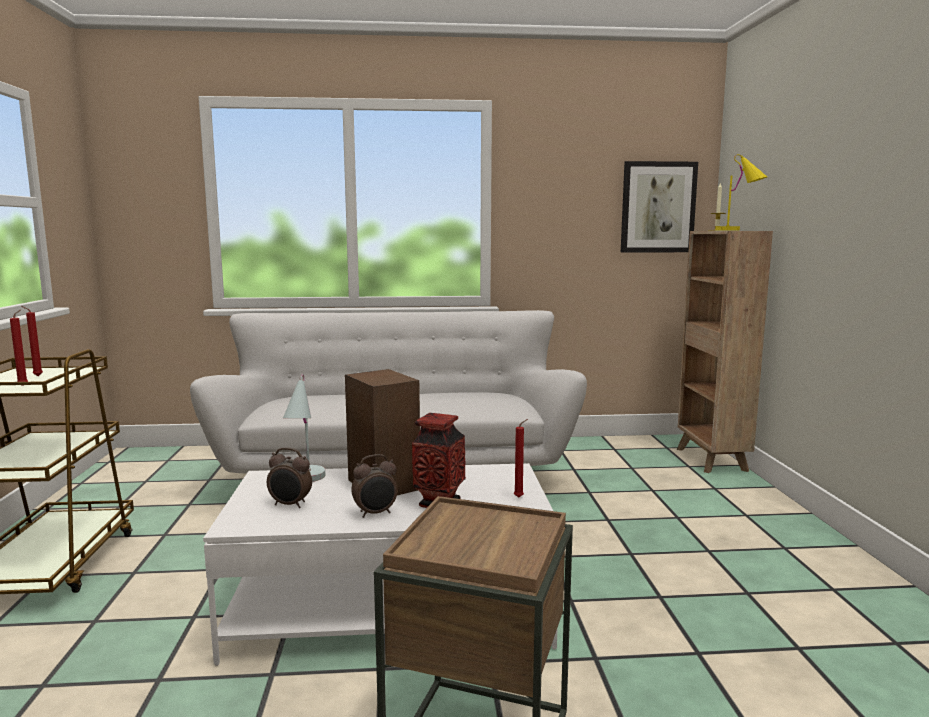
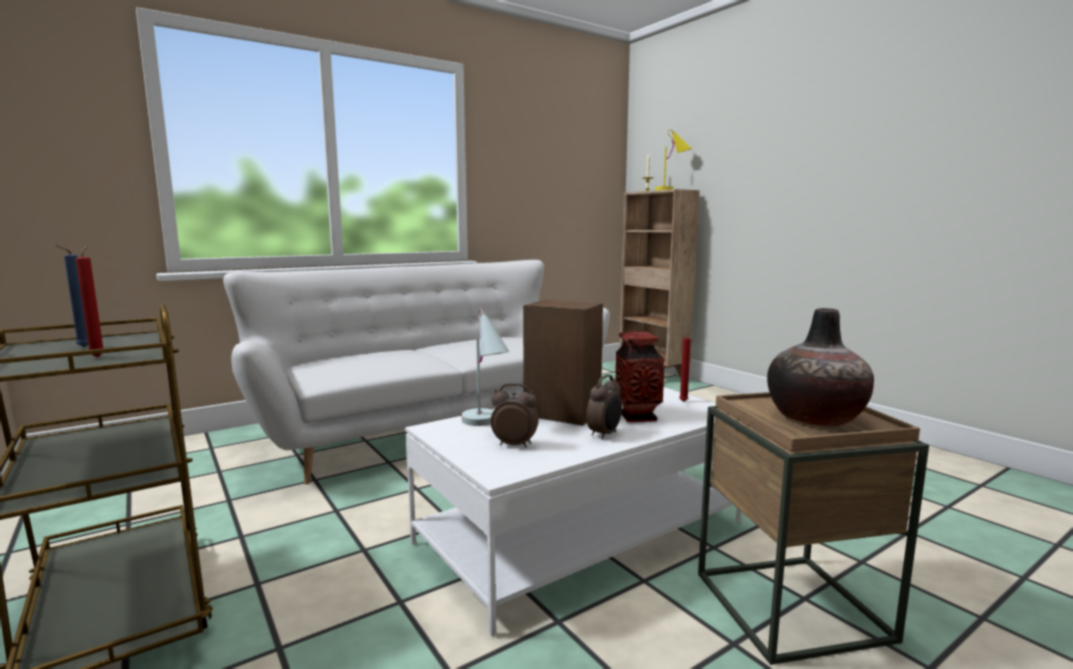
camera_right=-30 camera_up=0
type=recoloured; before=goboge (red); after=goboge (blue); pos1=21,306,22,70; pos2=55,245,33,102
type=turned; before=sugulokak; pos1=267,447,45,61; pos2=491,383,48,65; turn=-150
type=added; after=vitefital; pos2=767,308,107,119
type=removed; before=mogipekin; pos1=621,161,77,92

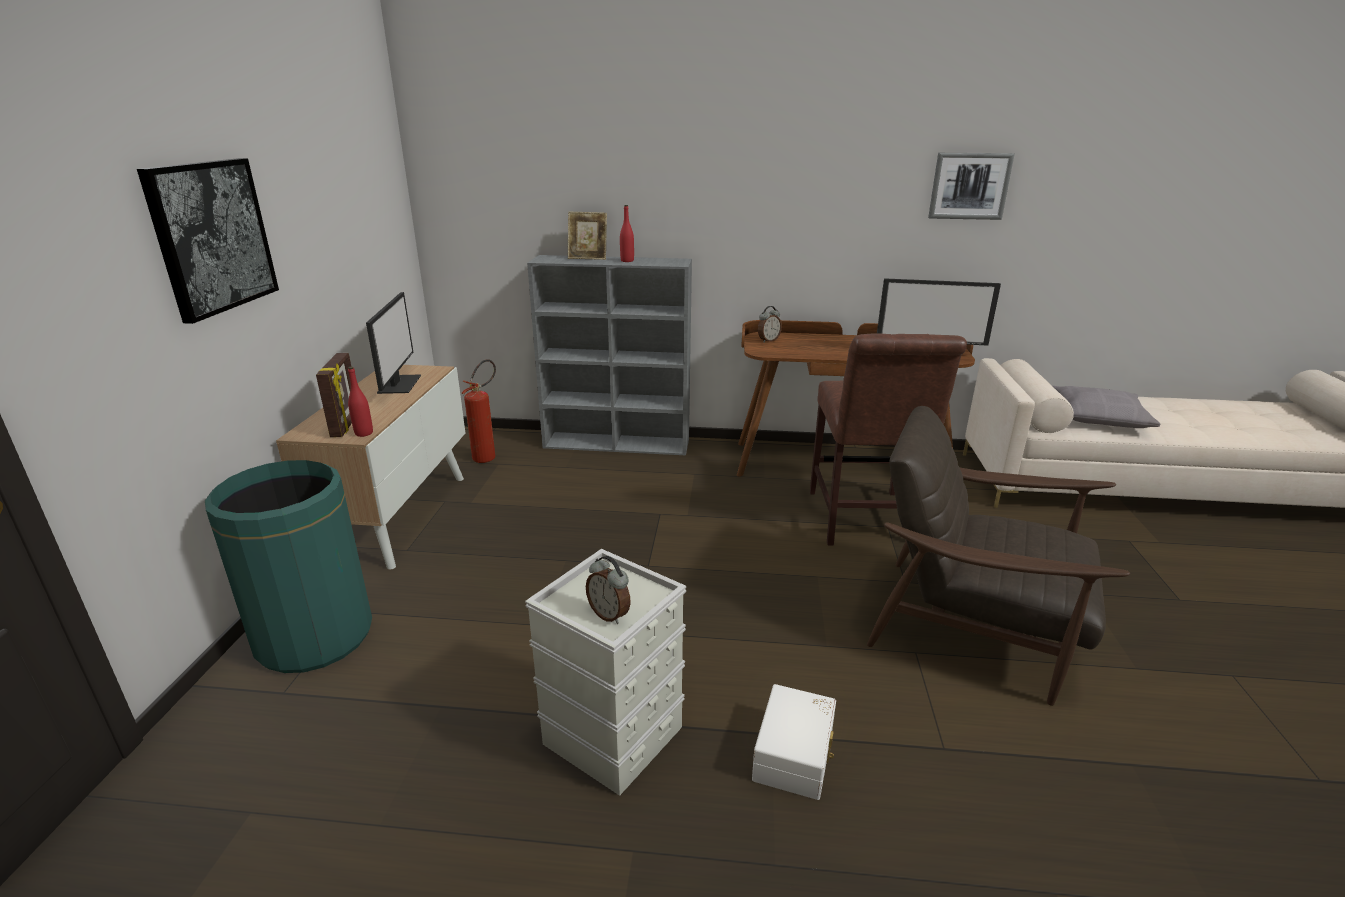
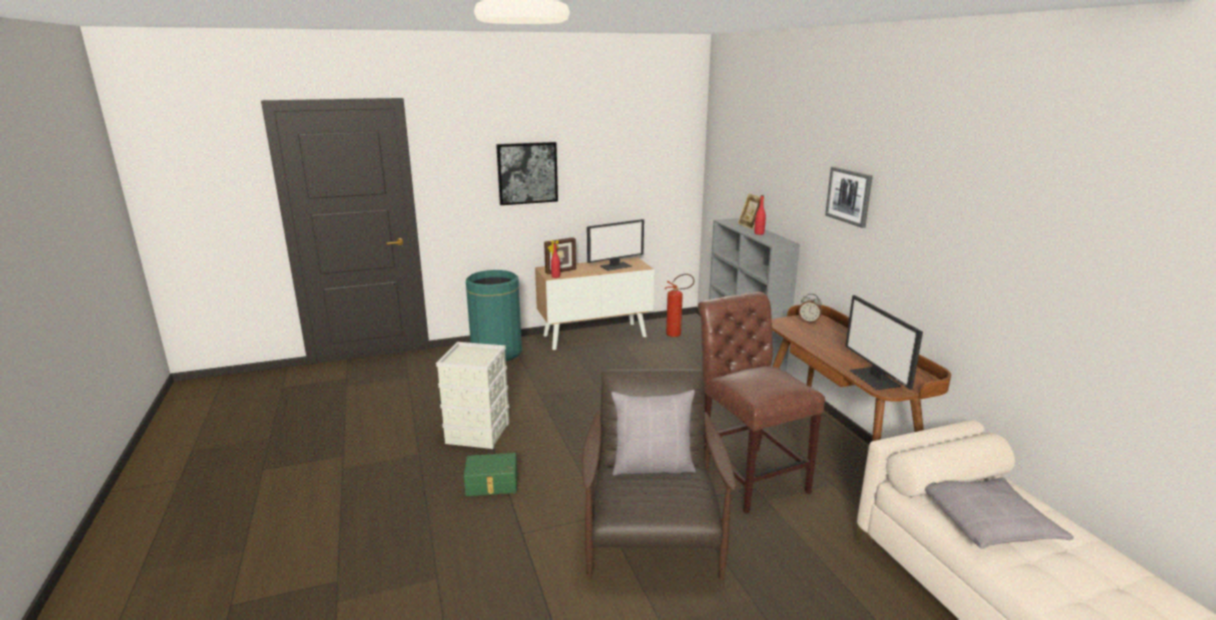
camera_right=65 camera_up=-5
type=recoloured; before=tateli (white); after=tateli (green); pos1=752,684,84,116; pos2=464,453,53,43
type=added; after=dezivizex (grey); pos2=611,390,85,86
type=turned; before=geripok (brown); pos1=810,333,157,212; pos2=698,292,127,222; turn=90
type=moved; before=mogipekin; pos1=928,153,87,67; pos2=825,167,48,61
type=removed; before=sugulokak; pos1=586,556,45,68

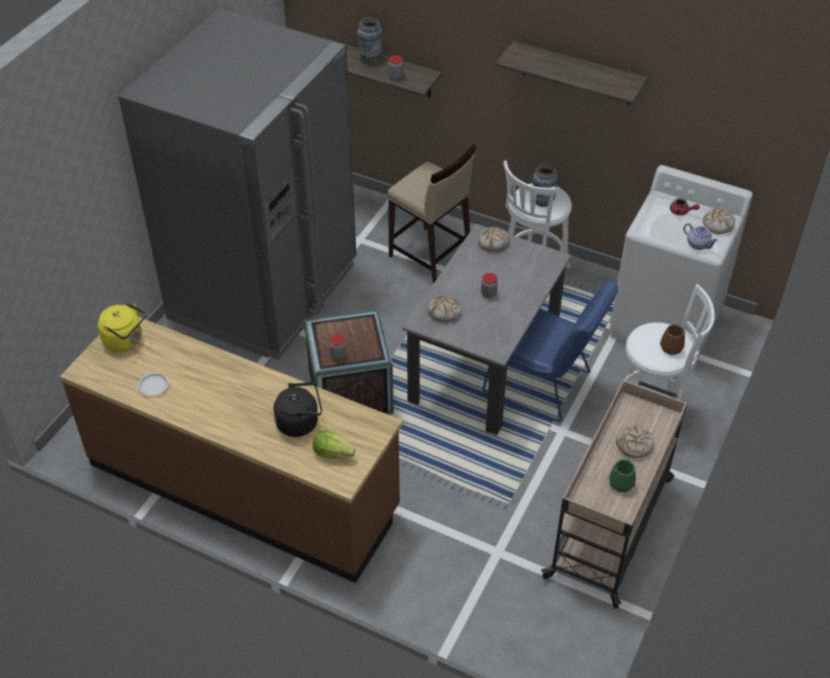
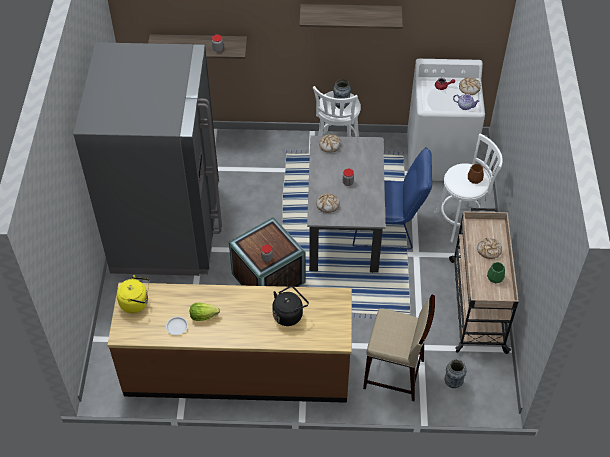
camera_right=-25 camera_up=5
type=moved; before=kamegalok; pos1=313,430,43,29; pos2=190,303,30,18
type=moved; before=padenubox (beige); pos1=387,144,89,139; pos2=363,295,72,106
type=moved; before=vitefital; pos1=357,17,25,46; pos2=444,359,22,29

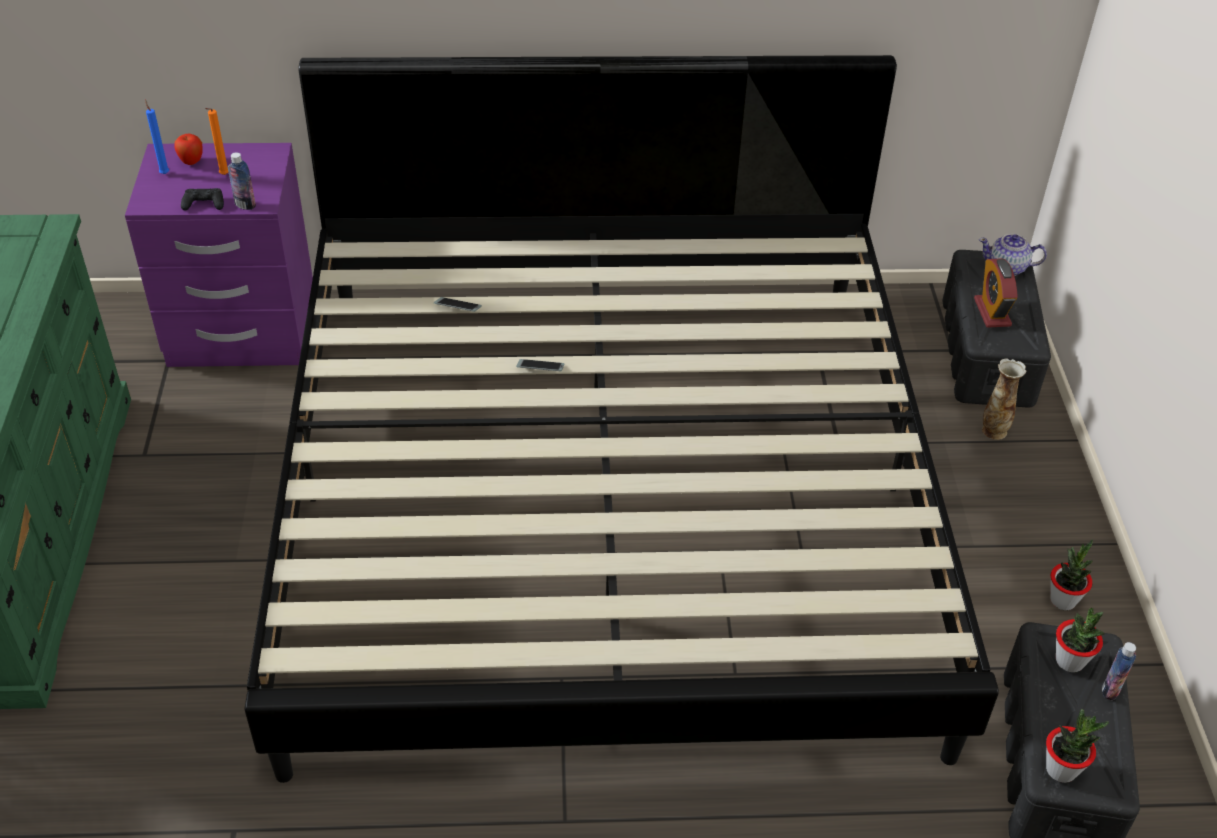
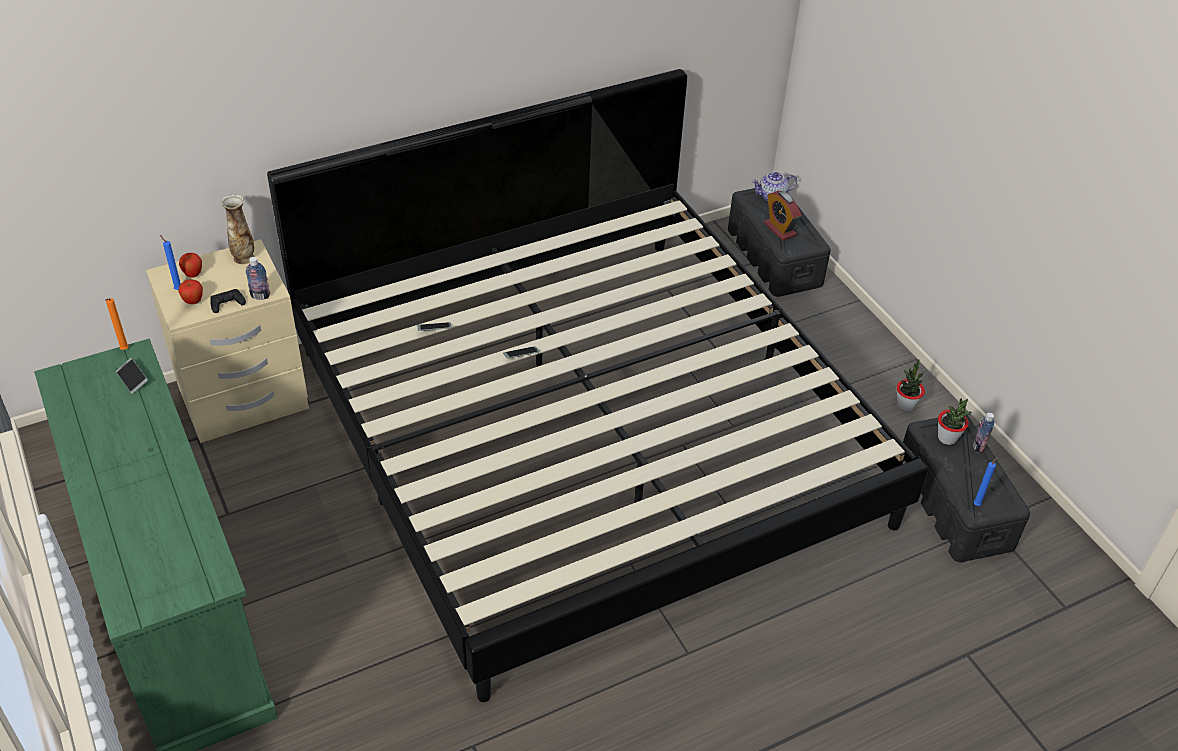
camera_right=-25 camera_up=0
type=moved; before=goboge (orange); pos1=205,108,23,67; pos2=106,298,23,52
type=added; after=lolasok; pos2=116,358,32,36
type=recoloured; before=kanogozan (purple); after=kanogozan (beige); pos1=125,143,188,224; pos2=146,239,163,204
type=added; after=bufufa; pos2=178,279,25,25
type=moved; before=vitefital; pos1=982,359,44,81; pos2=221,195,33,69
type=replaced; before=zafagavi; after=goboge (blue); pos1=1046,709,63,74; pos2=973,457,26,49

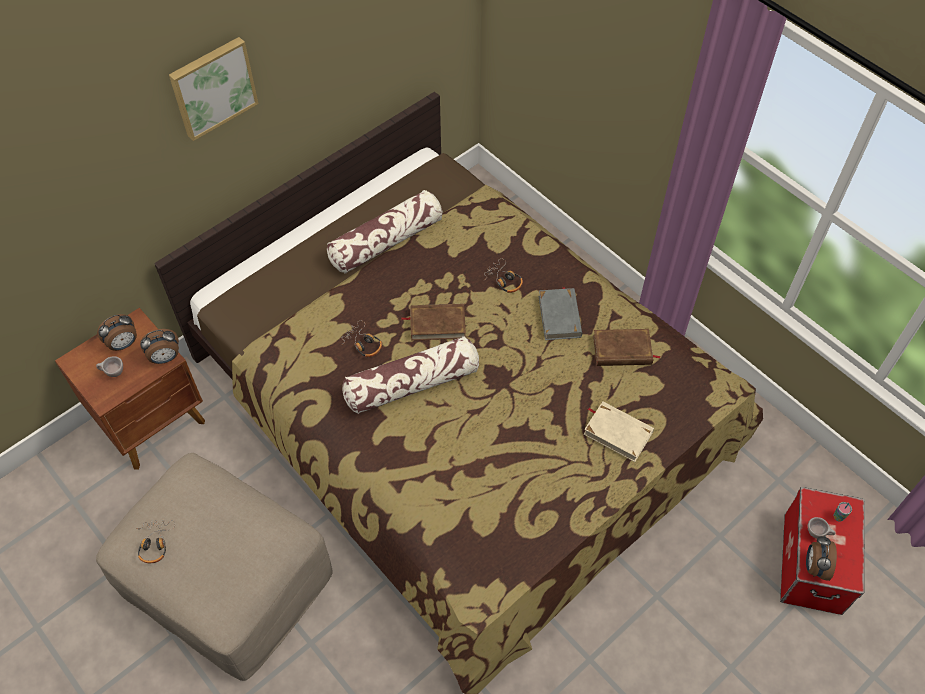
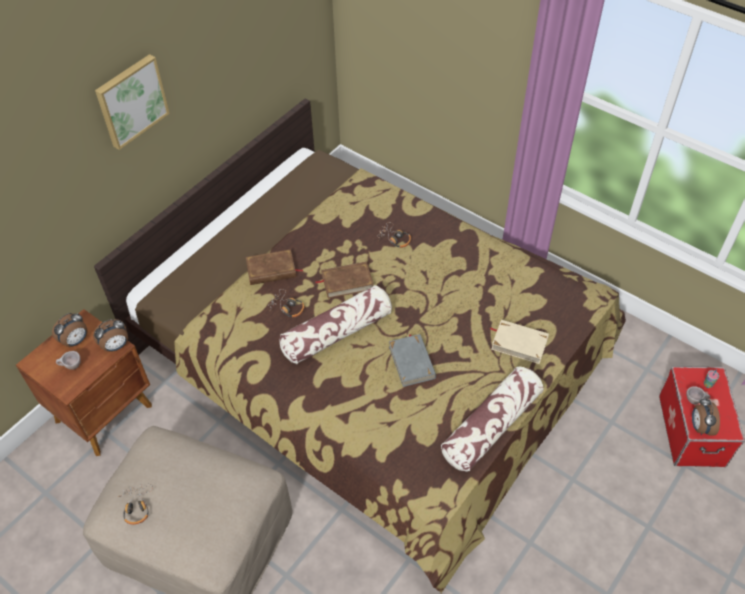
camera_right=-10 camera_up=-5
type=moved; before=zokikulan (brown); pos1=593,329,68,37; pos2=246,249,57,36
type=moved; before=zokikulan (grey); pos1=539,287,43,53; pos2=389,334,47,53
type=moved; before=dezivizex; pos1=327,190,116,84; pos2=441,366,103,106

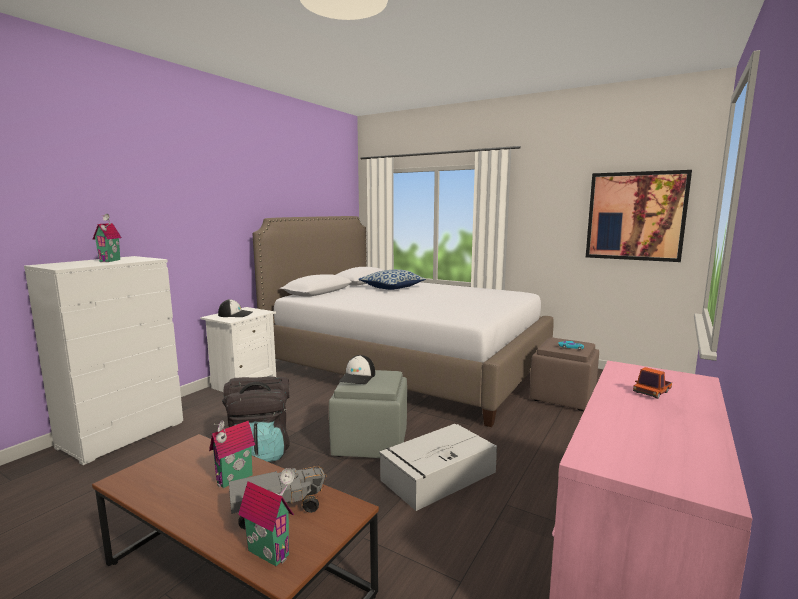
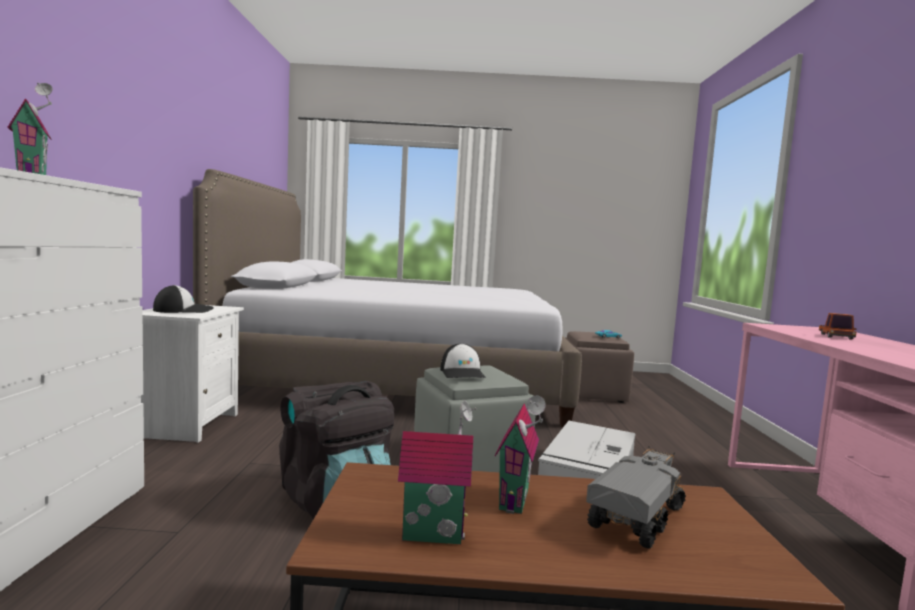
camera_right=-30 camera_up=-5
type=moved; before=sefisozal; pos1=238,468,57,98; pos2=398,401,78,143
type=removed; before=dezivizex; pos1=358,269,68,21
type=removed; before=mogipekin; pos1=586,170,106,92

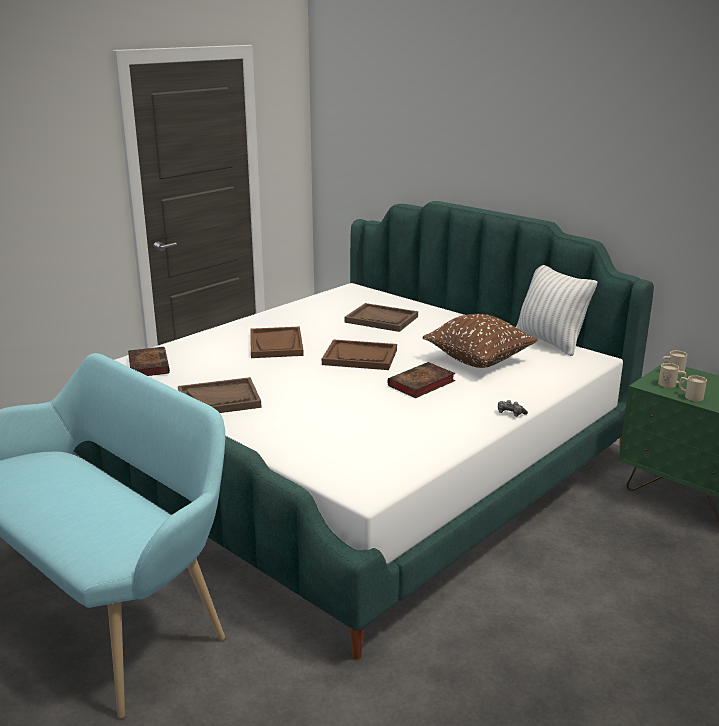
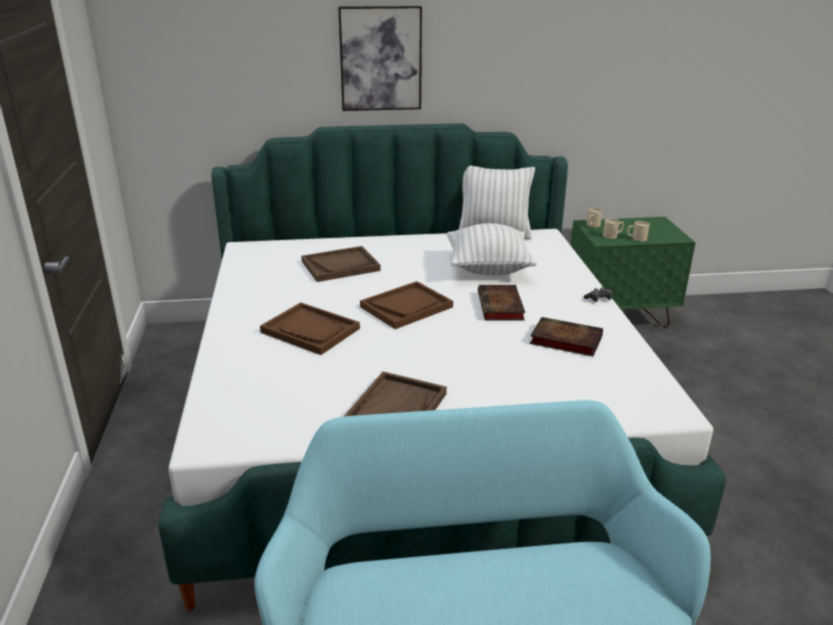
camera_right=-50 camera_up=5
type=added; after=mogipekin; pos2=338,6,84,105
type=recoloured; before=dezivizex (brown); after=dezivizex (white); pos1=423,314,115,54; pos2=447,223,90,53
type=moved; before=zokikulan; pos1=128,347,42,29; pos2=530,317,73,39

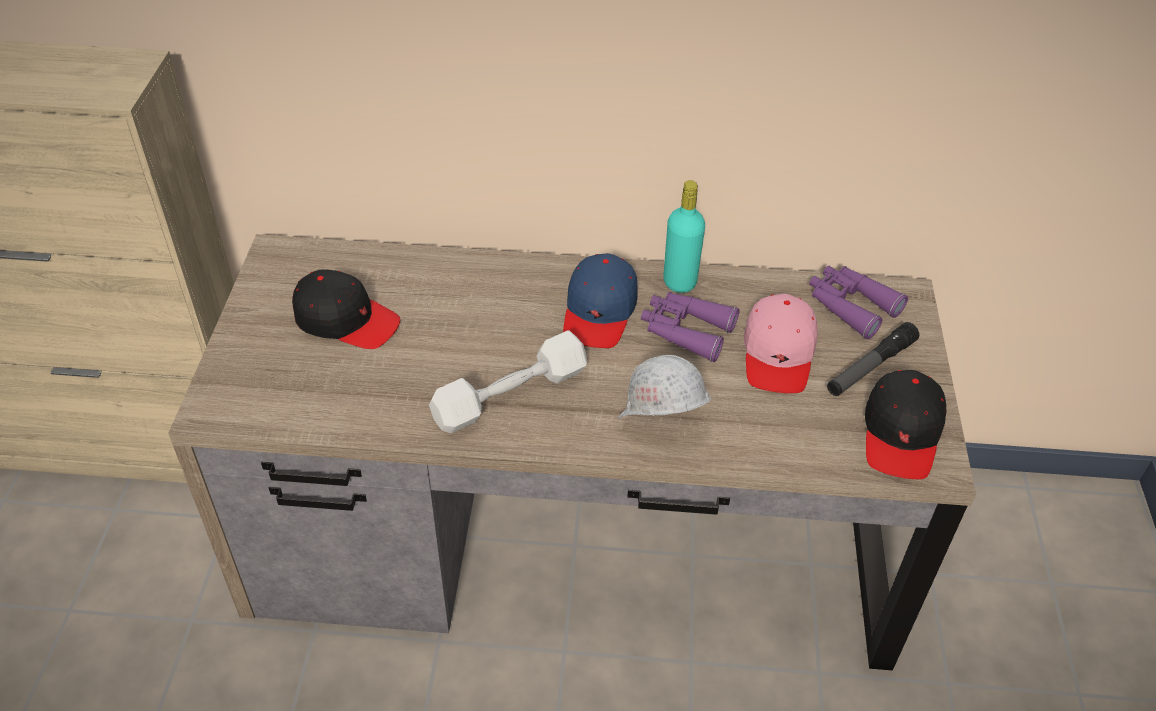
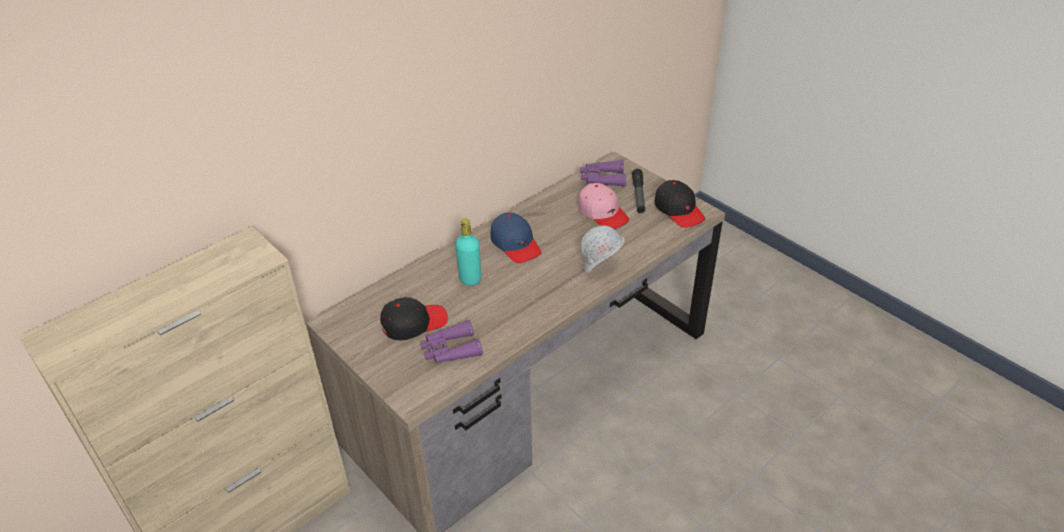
camera_right=-45 camera_up=-5
type=moved; before=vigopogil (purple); pos1=641,292,99,70; pos2=420,320,63,43
type=moved; before=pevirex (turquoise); pos1=663,180,42,113; pos2=455,219,26,67
type=removed; before=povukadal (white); pos1=429,330,158,103

